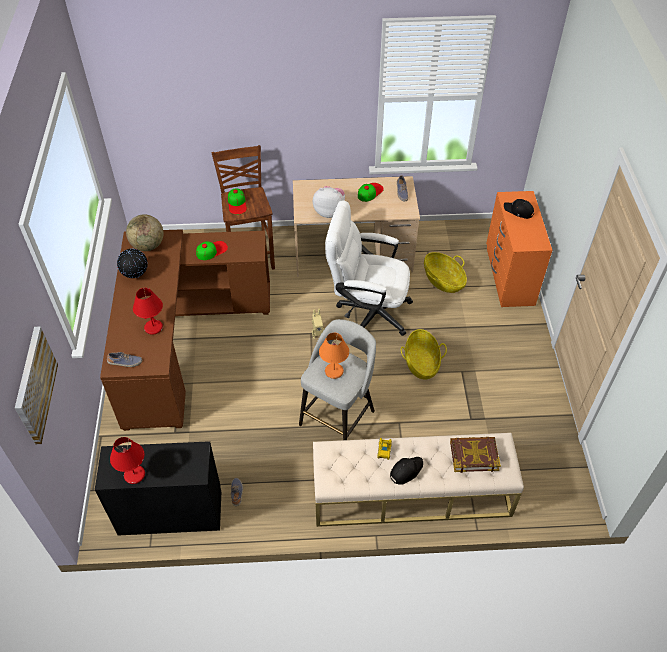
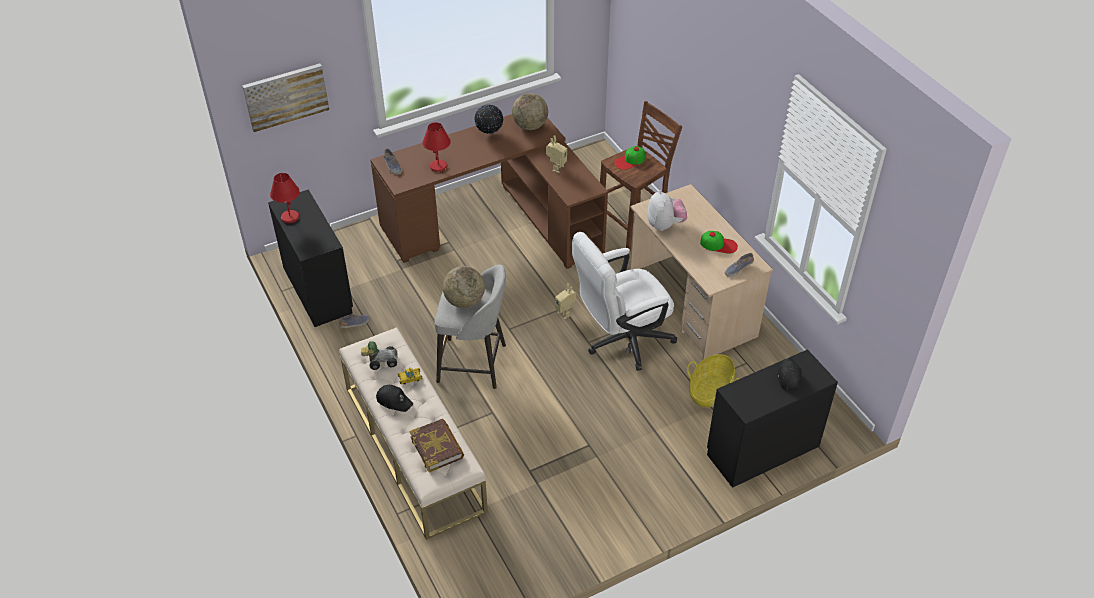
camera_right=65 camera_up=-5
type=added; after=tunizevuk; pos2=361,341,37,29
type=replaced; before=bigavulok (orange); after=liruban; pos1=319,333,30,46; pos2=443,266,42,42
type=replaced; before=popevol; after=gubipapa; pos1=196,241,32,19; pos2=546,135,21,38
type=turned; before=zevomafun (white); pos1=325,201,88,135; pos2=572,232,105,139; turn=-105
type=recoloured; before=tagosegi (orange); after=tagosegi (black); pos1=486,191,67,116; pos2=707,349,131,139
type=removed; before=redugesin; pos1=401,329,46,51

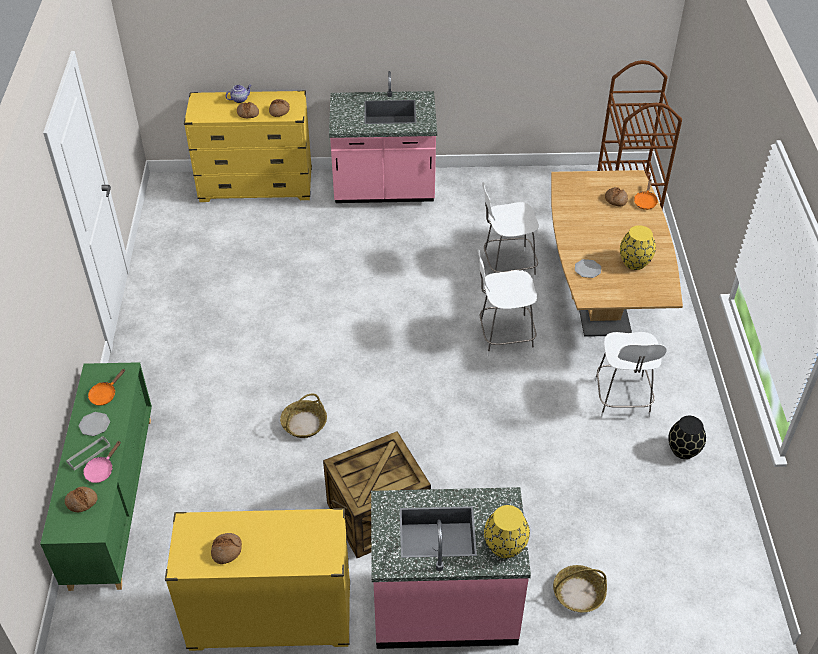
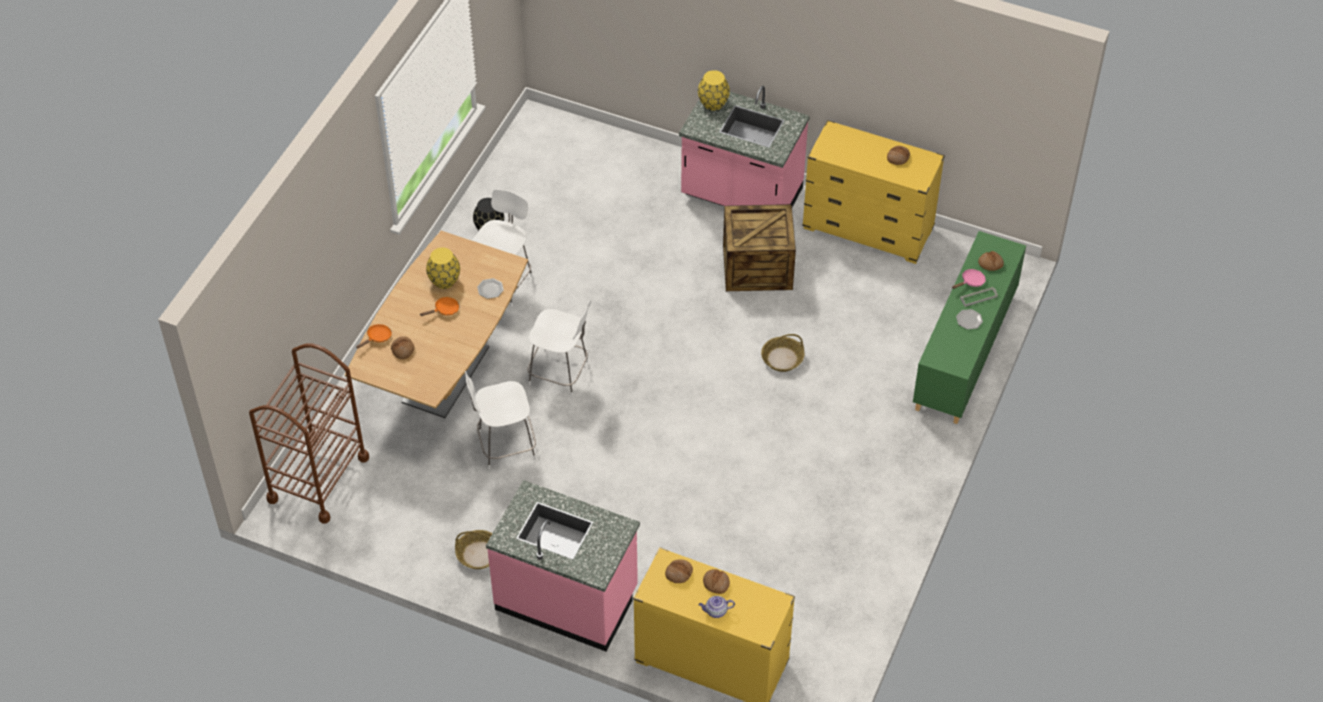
camera_right=-155 camera_up=5
type=moved; before=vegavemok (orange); pos1=88,369,37,37; pos2=420,297,39,19
type=moved; before=redugesin; pos1=553,565,54,47; pos2=455,530,37,39
type=turned; before=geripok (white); pos1=482,182,57,97; pos2=465,371,71,98; turn=150

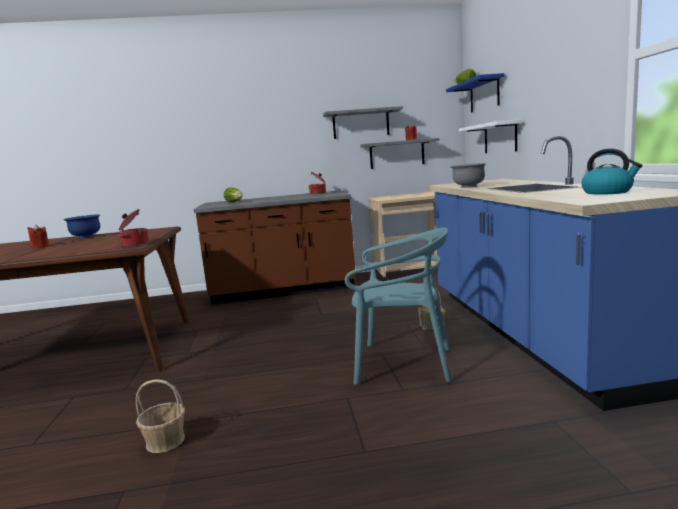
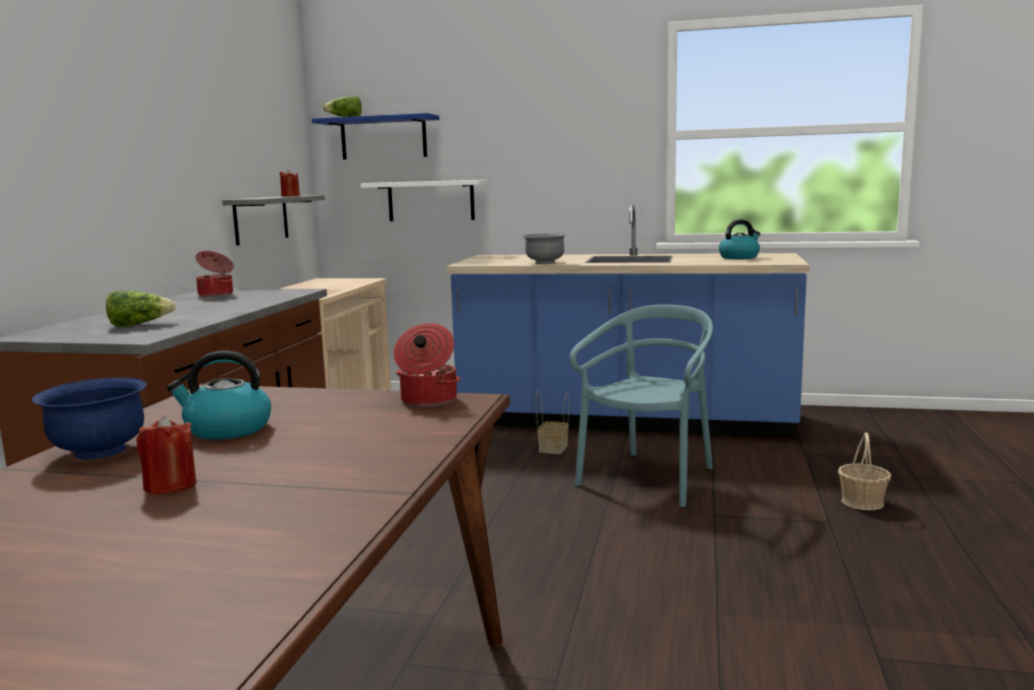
camera_right=-70 camera_up=0
type=added; after=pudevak; pos2=167,351,104,89
type=moved; before=redugesin; pos1=136,379,49,74; pos2=838,433,53,77
type=removed; before=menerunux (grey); pos1=323,106,80,33

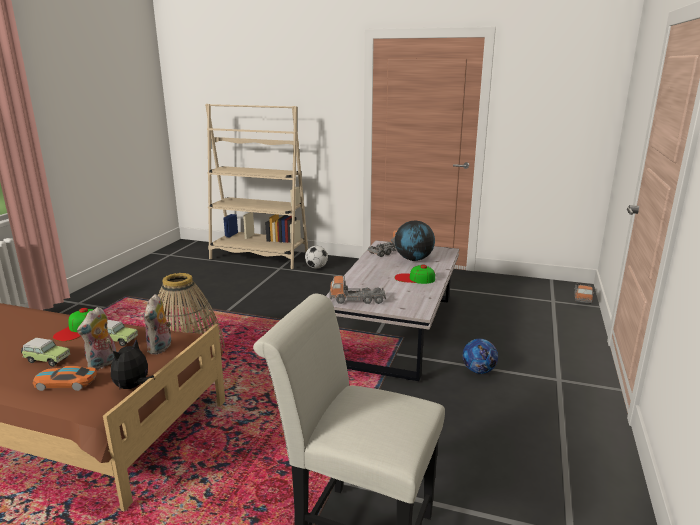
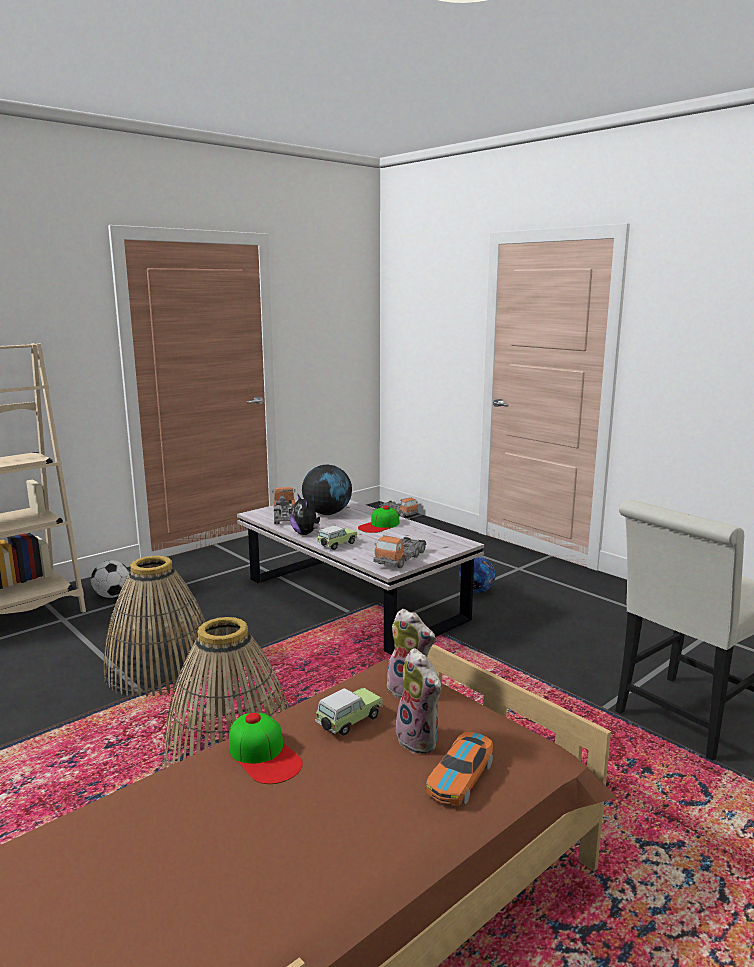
camera_right=-60 camera_up=-5
type=added; after=redugesin; pos2=103,556,107,141
type=moved; before=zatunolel; pos1=111,339,44,50; pos2=290,495,30,40
type=moved; before=tunizevuk; pos1=21,338,49,29; pos2=317,526,40,24

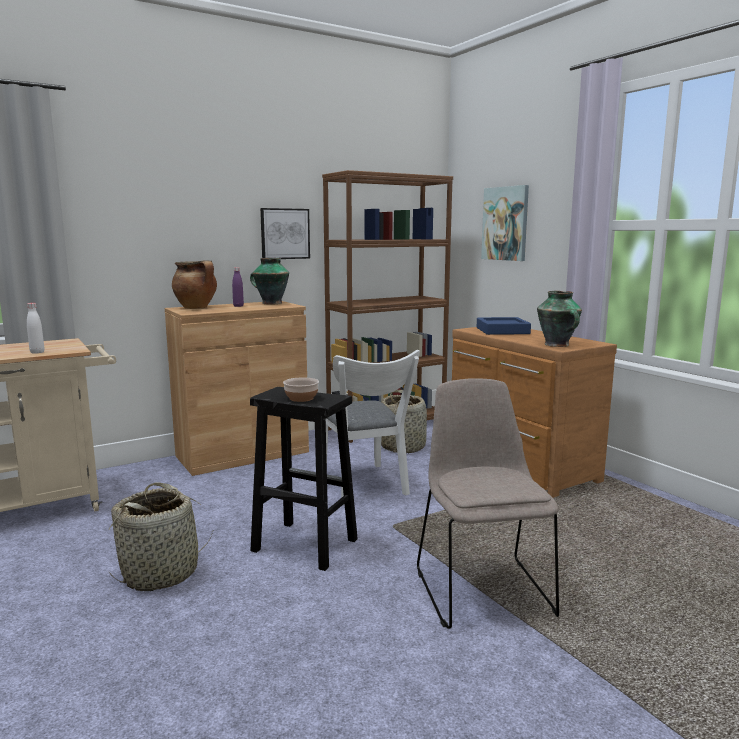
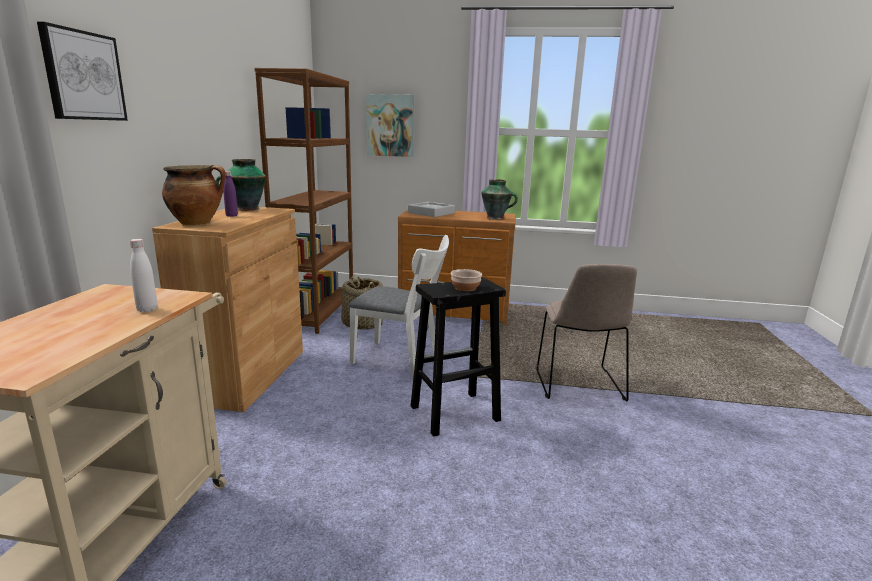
camera_right=-50 camera_up=5
type=moved; before=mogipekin; pos1=260,208,50,51; pos2=37,22,91,99
type=recoloured; before=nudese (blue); after=nudese (grey); pos1=477,317,54,18; pos2=408,202,47,15
type=turned; before=geripok (beige); pos1=417,378,142,251; pos2=536,264,101,138; turn=-120
type=removed; before=redugesin; pos1=108,482,106,109

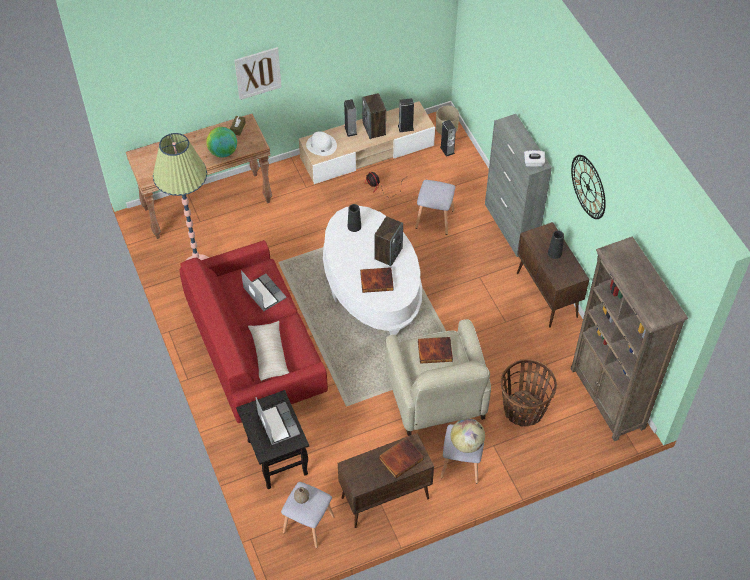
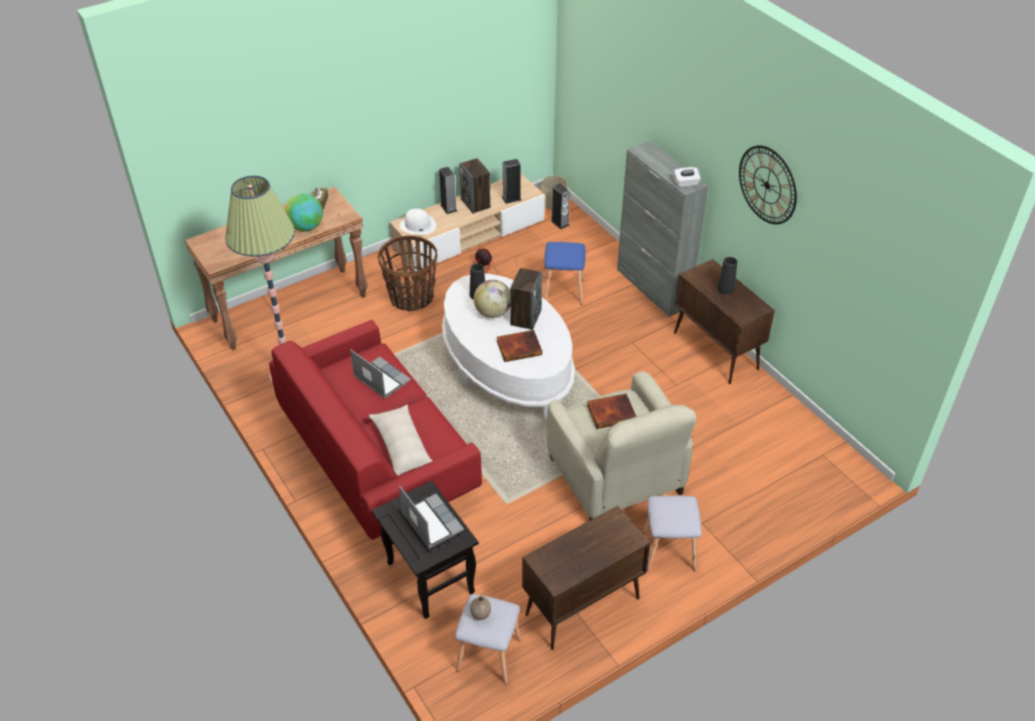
camera_right=-10 camera_up=-10
type=moved; before=redugesin; pos1=501,359,56,67; pos2=377,235,61,76
type=moved; before=liruban; pos1=451,418,34,35; pos2=474,280,36,38
type=recoloured; before=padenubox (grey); after=padenubox (blue); pos1=415,180,40,55; pos2=544,242,41,63
type=removed; before=mogipekin; pos1=234,47,48,53
type=removed; before=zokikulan; pos1=379,437,45,41
type=removed; before=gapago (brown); pos1=571,237,117,204

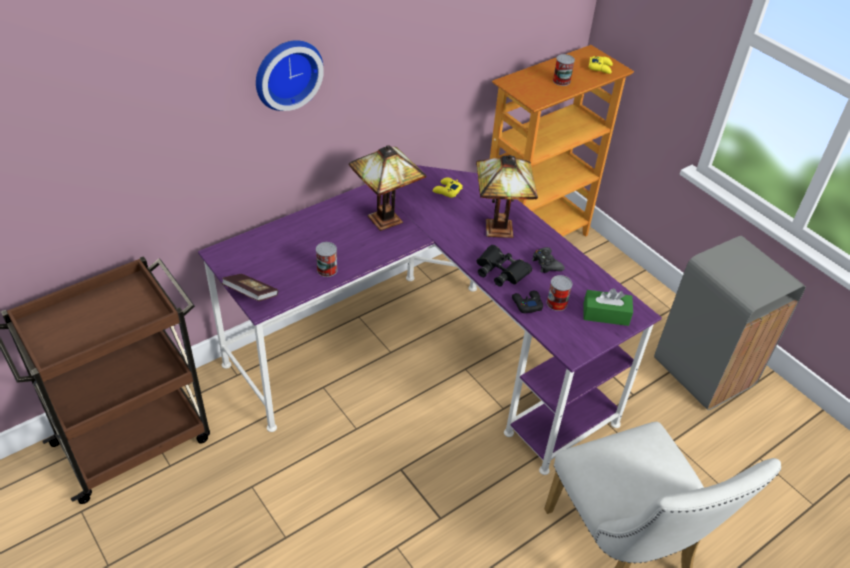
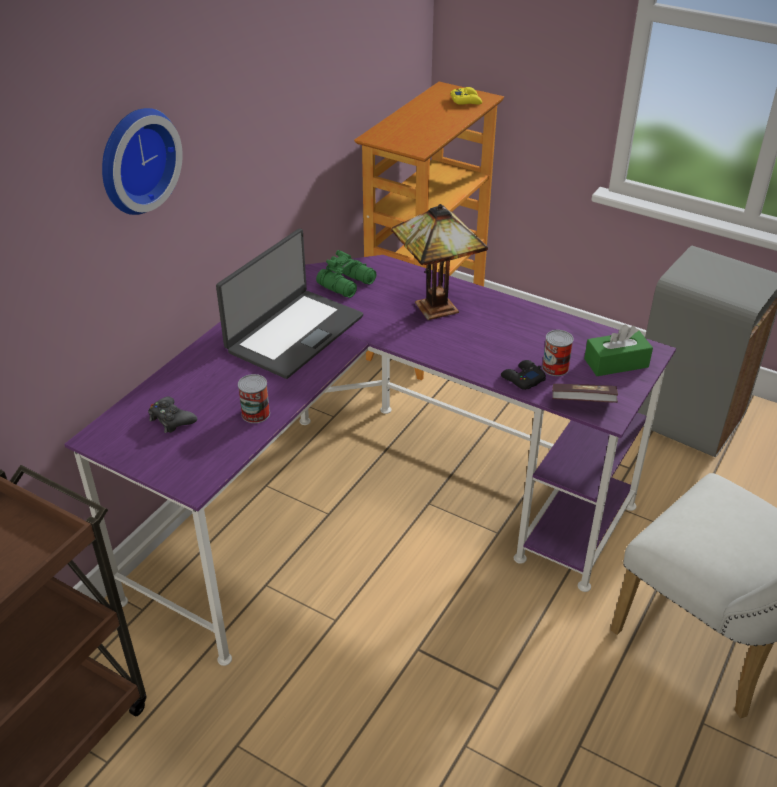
camera_right=-20 camera_up=-5
type=moved; before=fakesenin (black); pos1=532,247,33,26; pos2=148,397,49,36
type=replaced; before=bigavulok; after=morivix; pos1=349,145,77,86; pos2=216,229,147,150
type=replaced; before=fakesenin (yellow); after=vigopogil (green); pos1=433,177,30,21; pos2=316,250,60,48
type=moved; before=zokikulan; pos1=222,274,56,27; pos2=552,384,66,19
type=removed; before=vigopogil (black); pos1=476,245,56,42
type=removed; before=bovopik; pos1=553,54,22,32

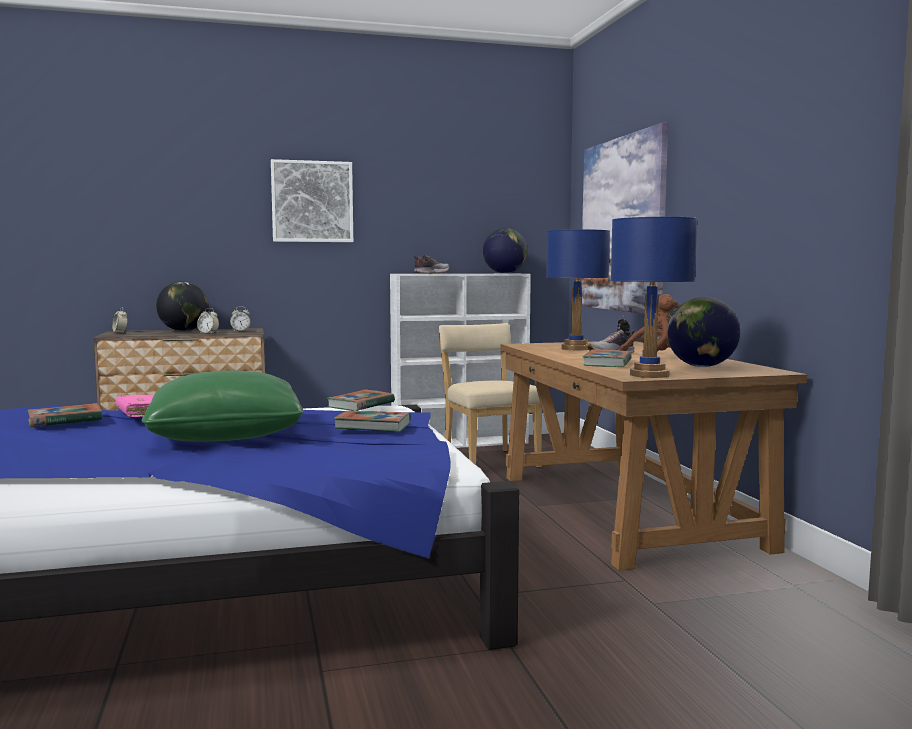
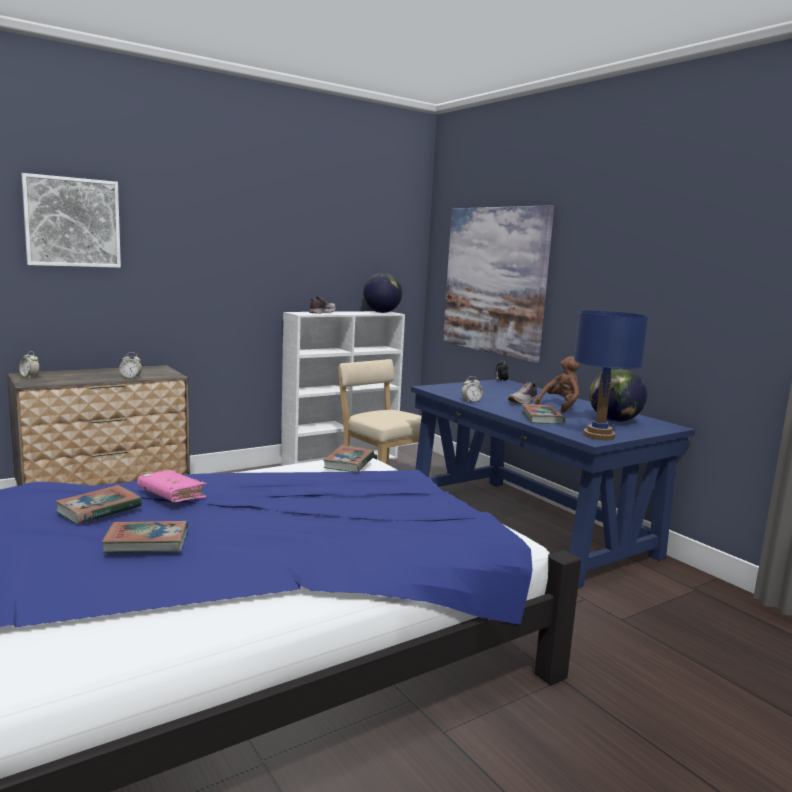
camera_right=-20 camera_up=5
type=moved; before=mogipekin; pos1=271,159,82,83; pos2=22,173,99,95
type=moved; before=zokikulan; pos1=334,410,77,22; pos2=102,521,86,32
type=recoloured; before=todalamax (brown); after=todalamax (blue); pos1=500,341,307,230; pos2=411,379,284,210
type=moved; before=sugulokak; pos1=230,306,21,25; pos2=462,376,21,26
type=removed; before=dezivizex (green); pos1=142,370,162,72
type=removed; before=liruban; pos1=156,282,53,49
type=removed; before=bigavulok (blue); pos1=546,229,64,121

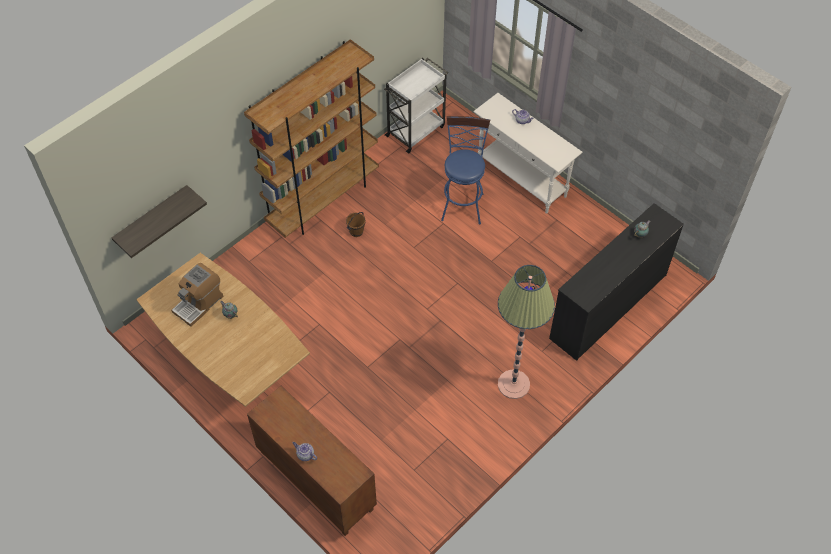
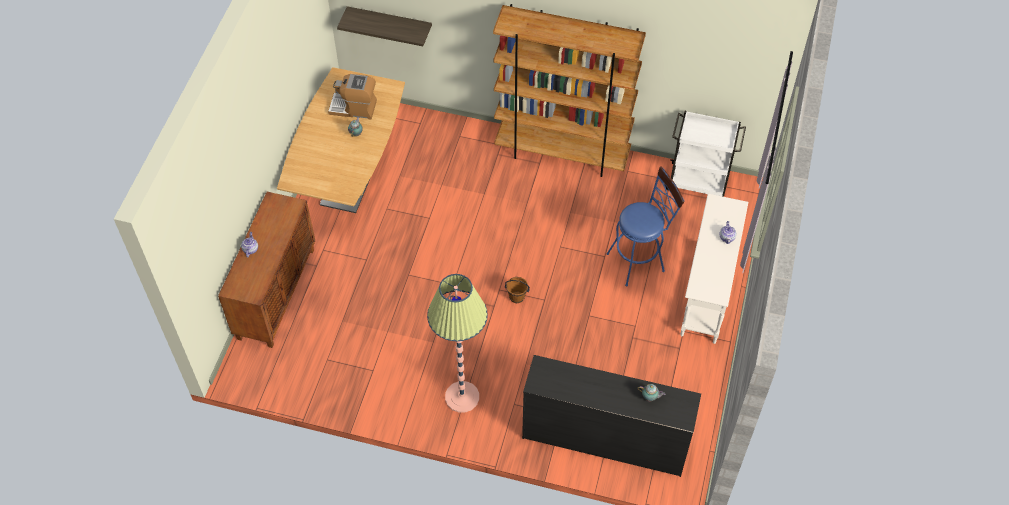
camera_right=60 camera_up=0
type=moved; before=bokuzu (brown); pos1=346,212,20,25; pos2=505,277,25,26

